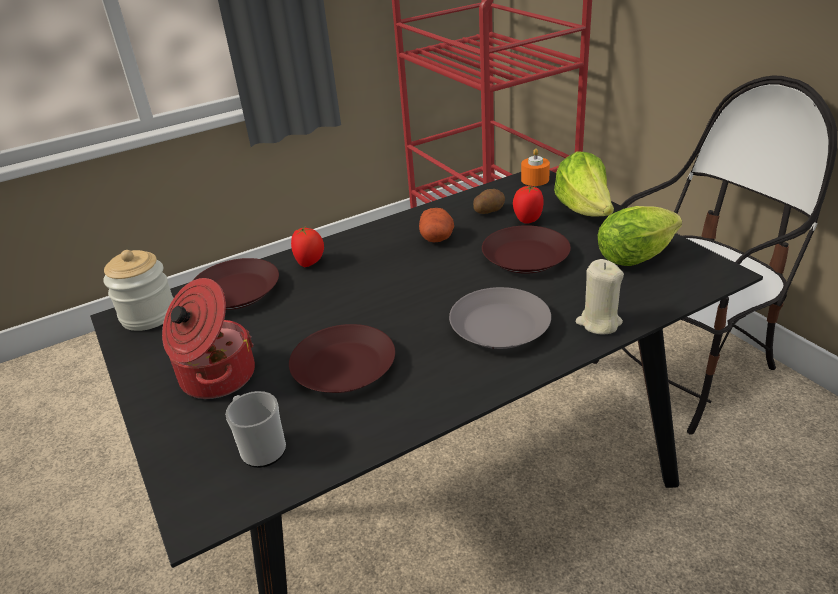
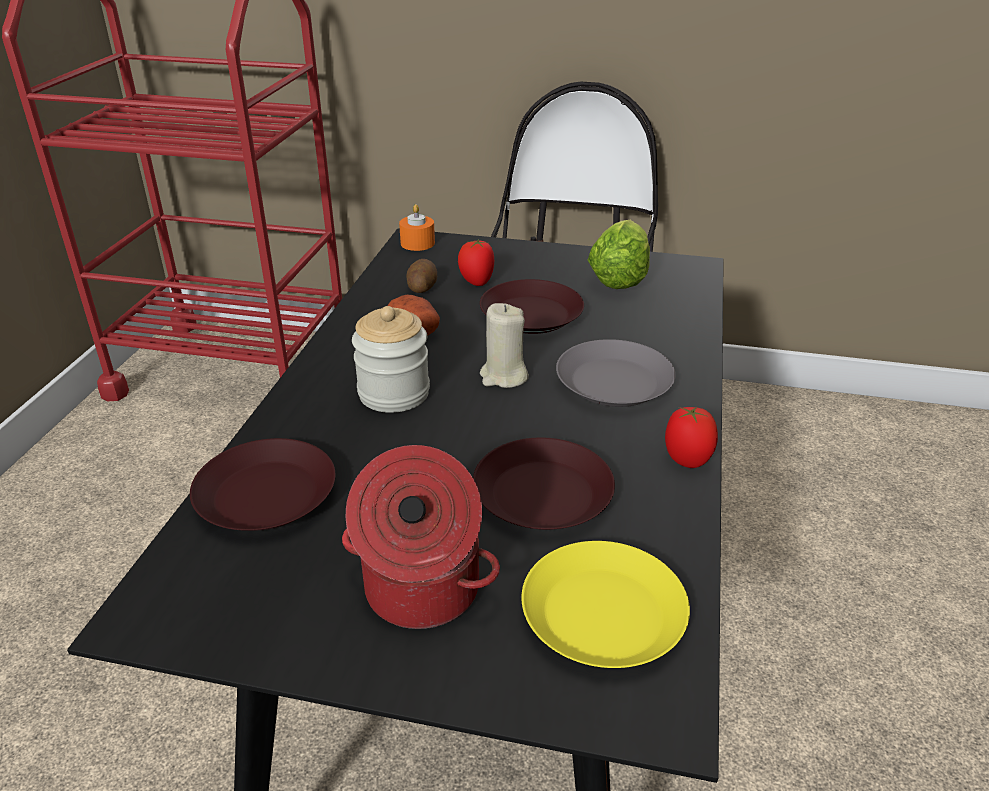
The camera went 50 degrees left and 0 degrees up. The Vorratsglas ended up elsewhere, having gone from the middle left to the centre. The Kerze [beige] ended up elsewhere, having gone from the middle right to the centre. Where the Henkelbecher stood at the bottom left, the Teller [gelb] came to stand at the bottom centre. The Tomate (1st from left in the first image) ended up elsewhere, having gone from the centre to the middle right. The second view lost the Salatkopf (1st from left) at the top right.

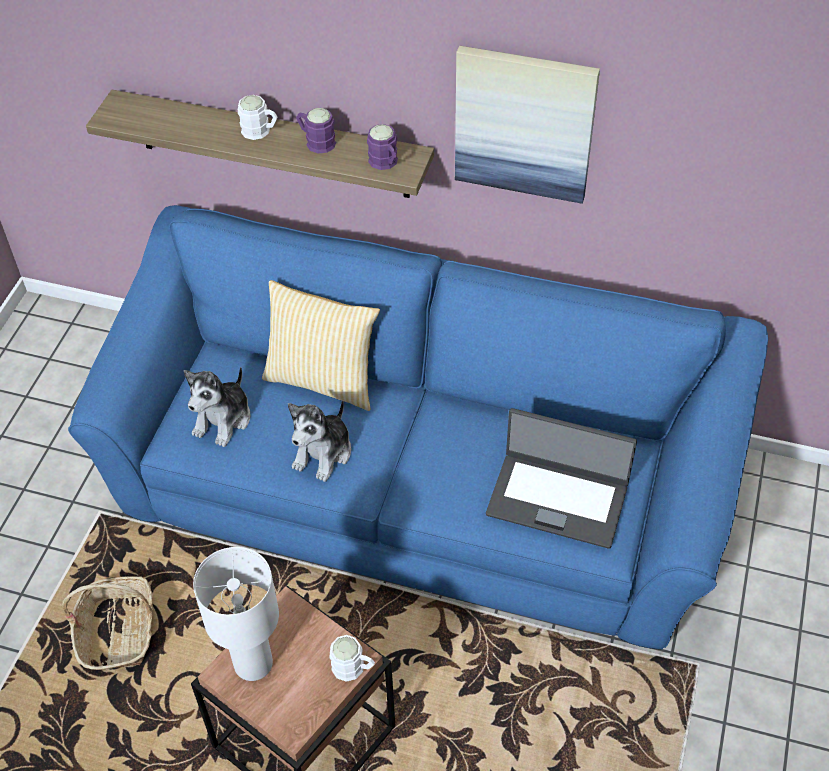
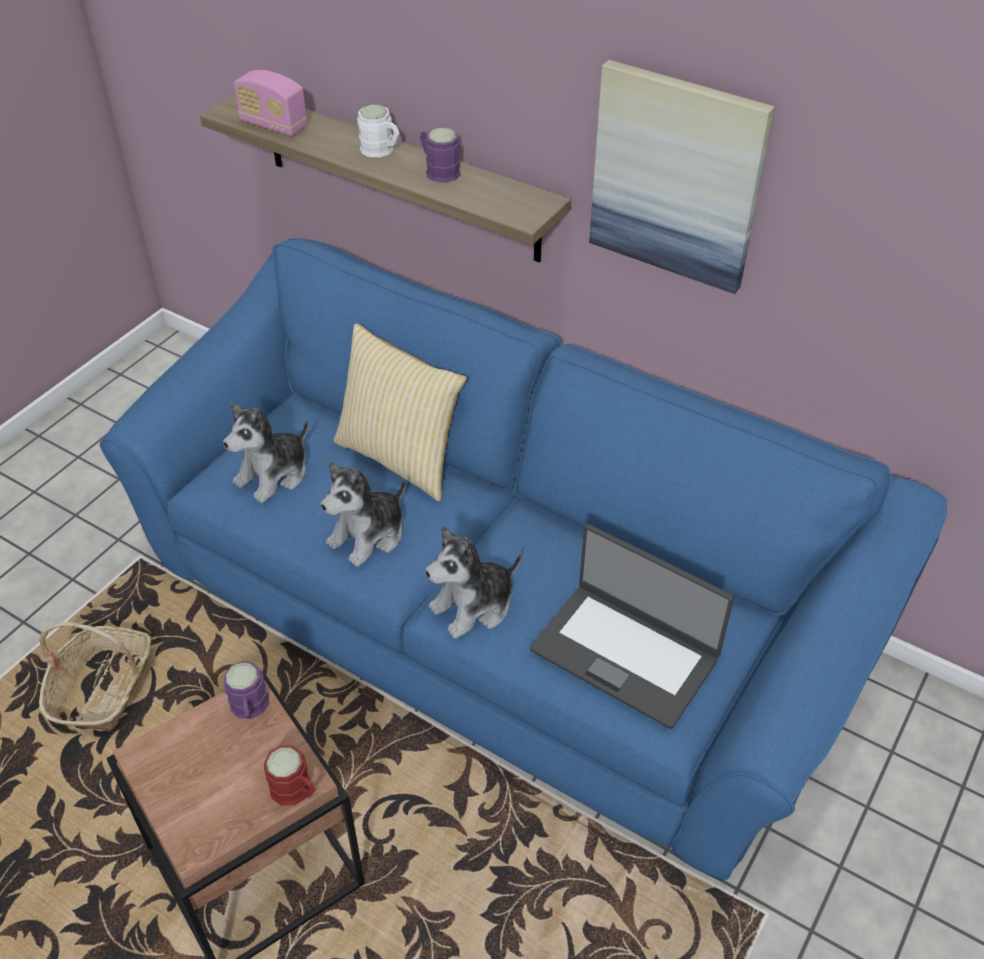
The camera went 15 degrees right and 5 degrees down. The Henkelbecher [lila] (2nd from left in the first image) ended up elsewhere, having gone from the top centre to the bottom left. The second view gained the Radio at the top left. What was the Henkelbecher [weiß] (2nd from left) at the bottom centre turned into the Henkelbecher [rot] at the bottom left. The second view gained the Plüschtier (3rd from left) at the centre. The second view lost the Tischlampe [weiß] at the bottom left.

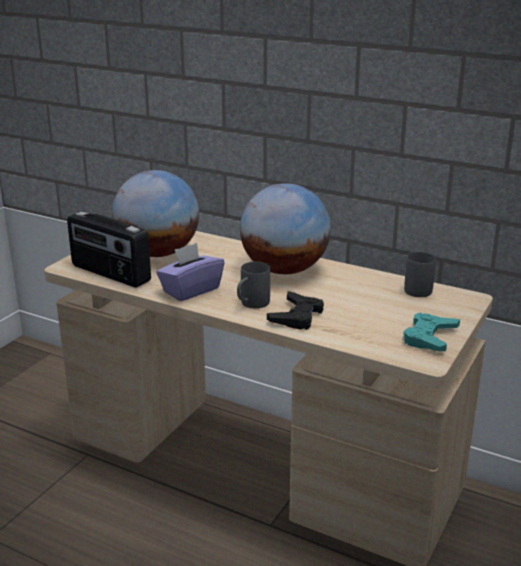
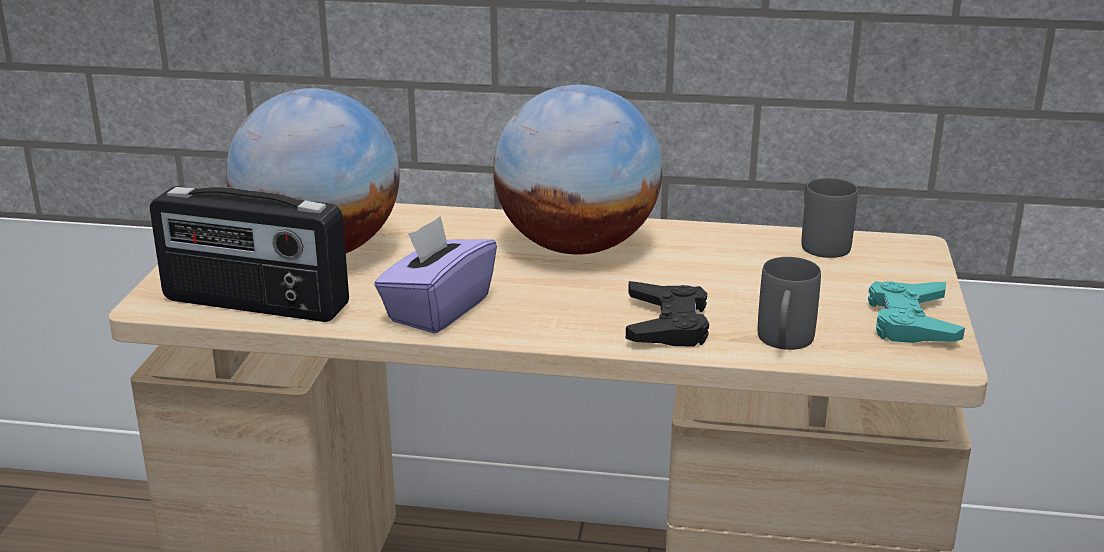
The camera went 20 degrees left and 0 degrees up. The Henkelbecher [grau] (1st from left) ended up elsewhere, having gone from the centre to the middle right.

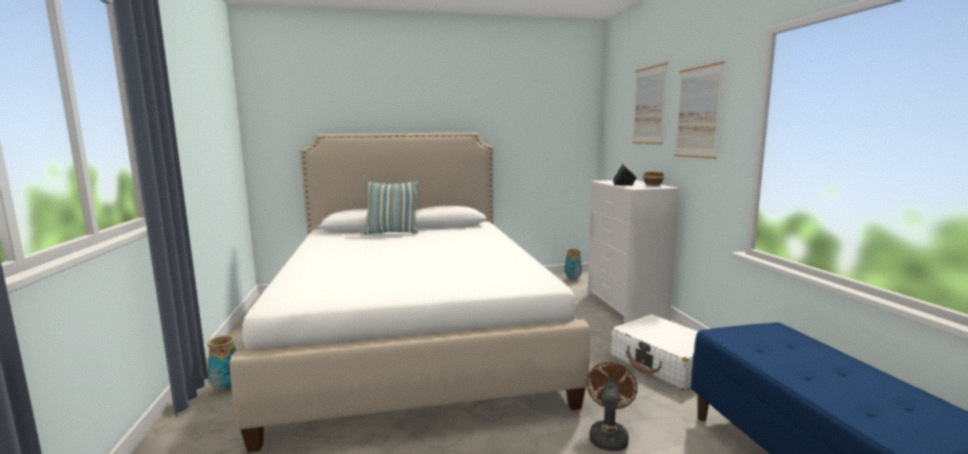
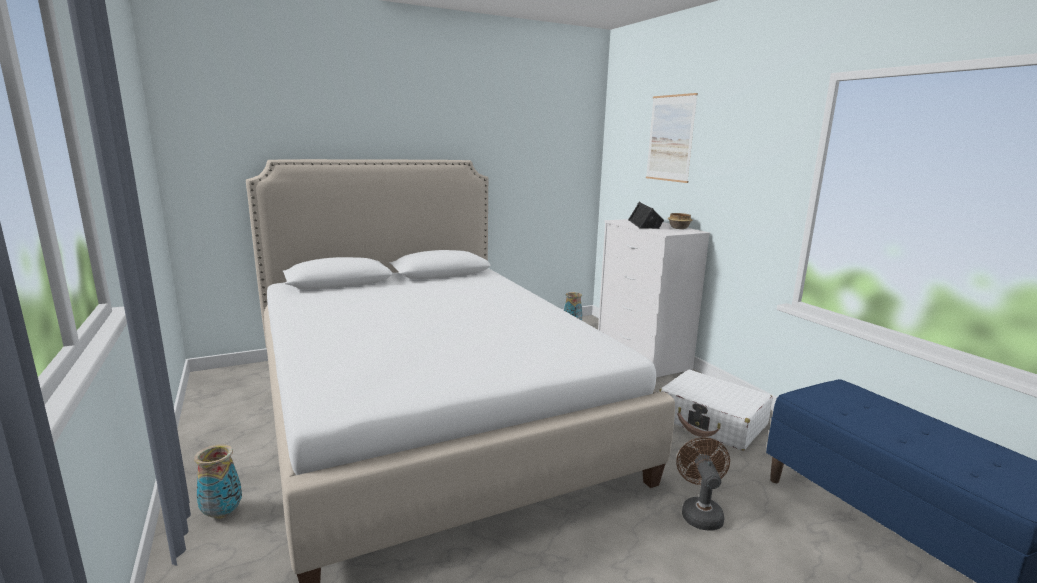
The camera went 15 degrees left and 5 degrees up. The second view lost the Kissen at the centre. The second view lost the Bild (2nd from left) at the top right.

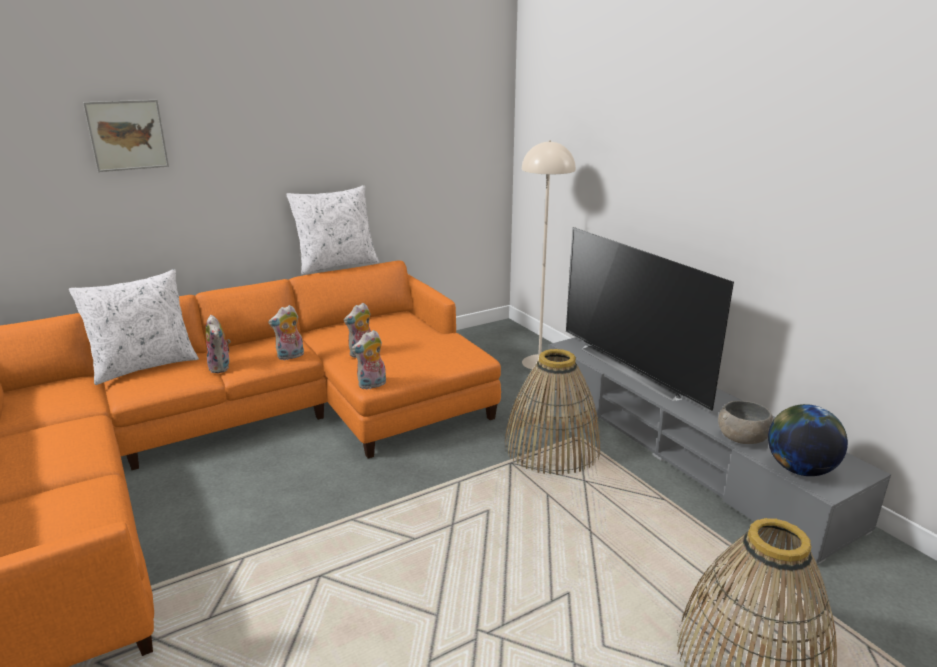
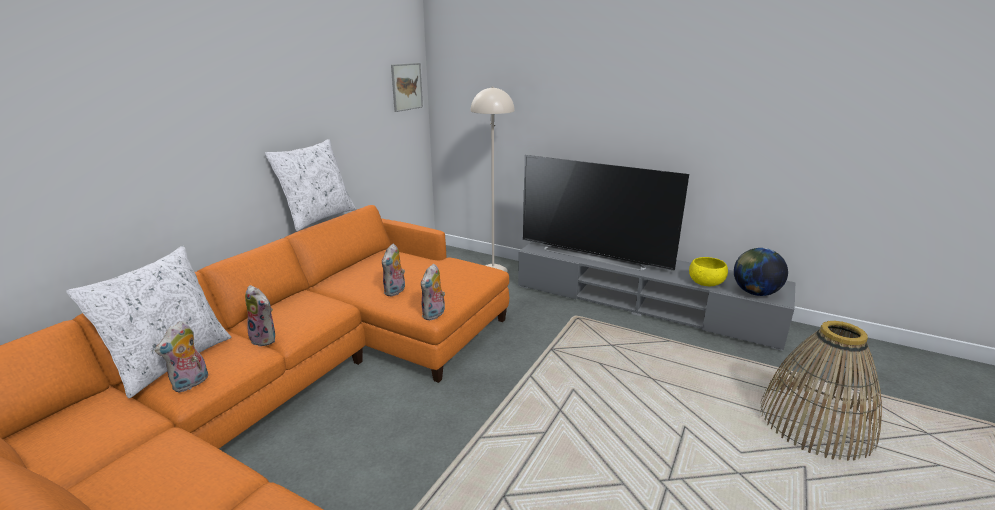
The camera went 30 degrees left and 0 degrees up. The Plüschtier (2nd from left in the first image) ended up elsewhere, having gone from the middle left to the bottom left. The Bild ended up elsewhere, having gone from the top left to the top centre. What was the Schüssel [grau] at the middle right turned into the Schüssel [gelb] at the middle right. The second view lost the Korb (1st from left) at the centre.

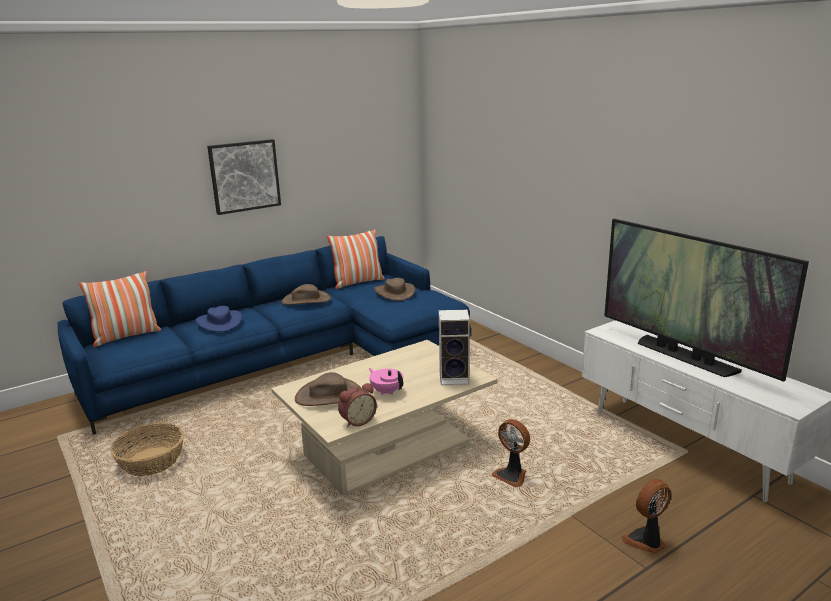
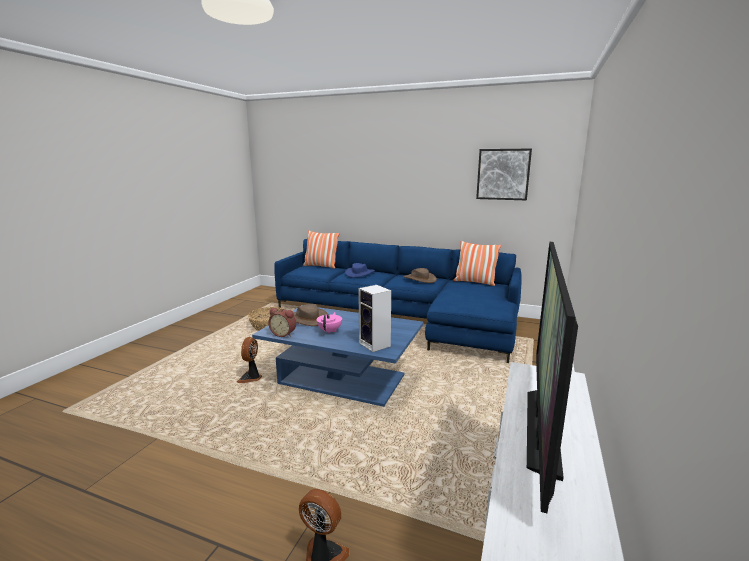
The camera went 55 degrees right and 5 degrees down. The Ventilator (1st from left) ended up elsewhere, having gone from the bottom centre to the middle left. What was the Couchtisch [beige] at the bottom centre turned into the Couchtisch [blau] at the centre. The Bild ended up elsewhere, having gone from the top left to the top right. The second view lost the Hut [braun] (3rd from left) at the centre.

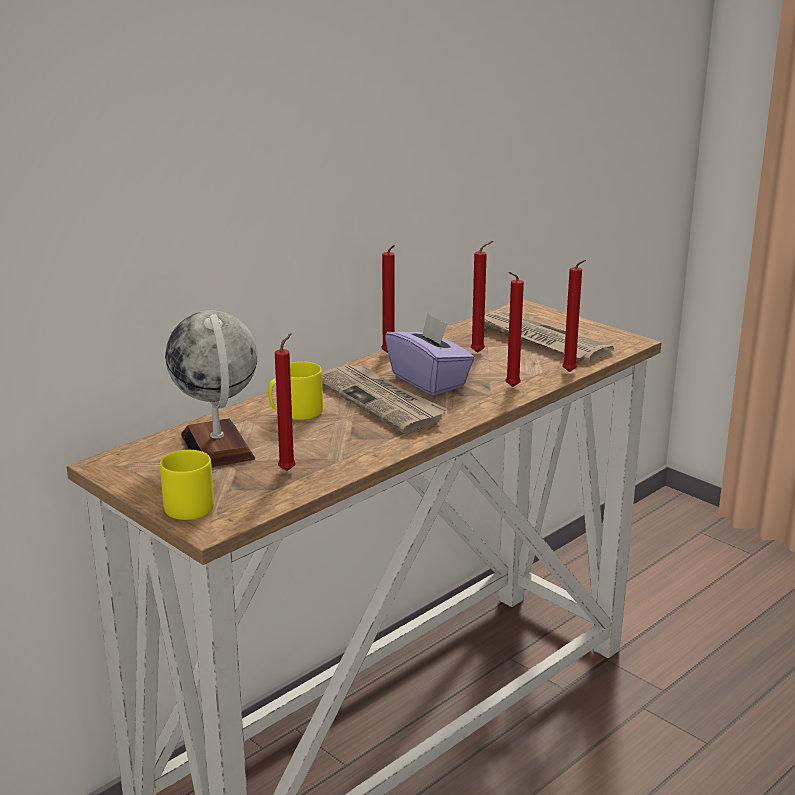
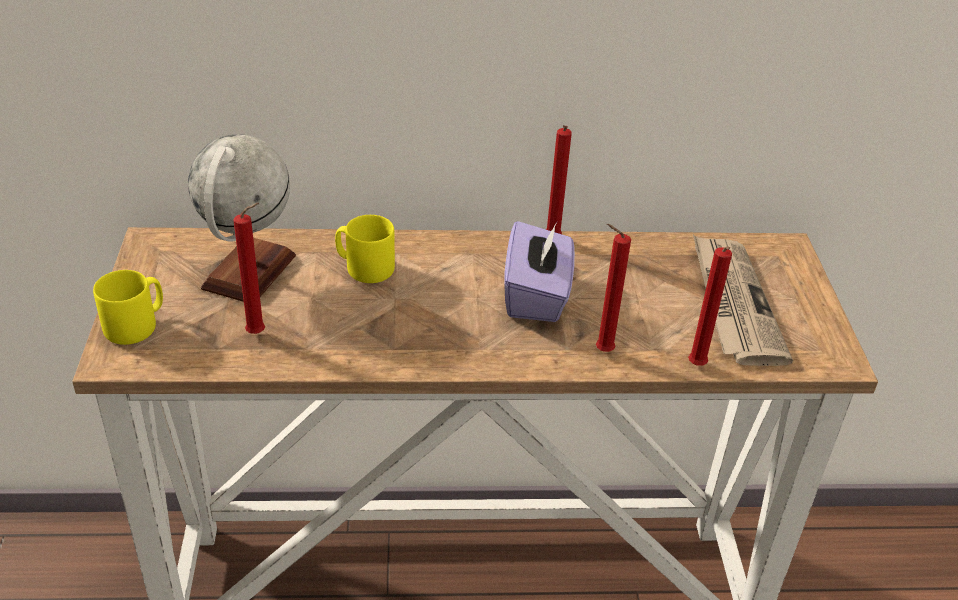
The camera went 40 degrees right and 15 degrees up. The second view lost the Zeitung (1st from left) at the centre. The second view lost the Kerze [rot] (3rd from left) at the centre.

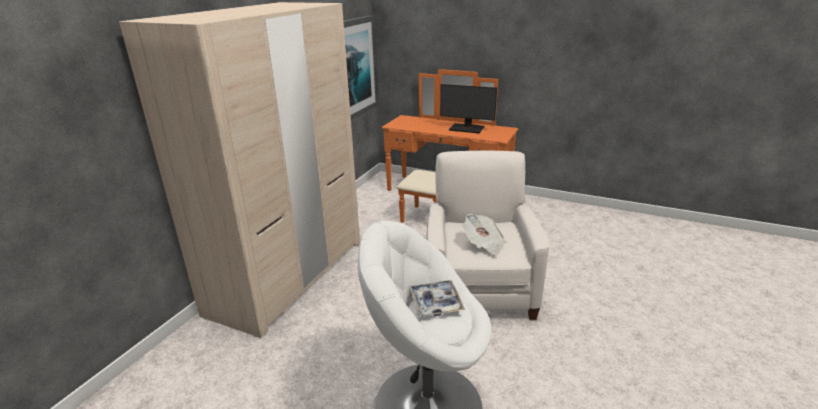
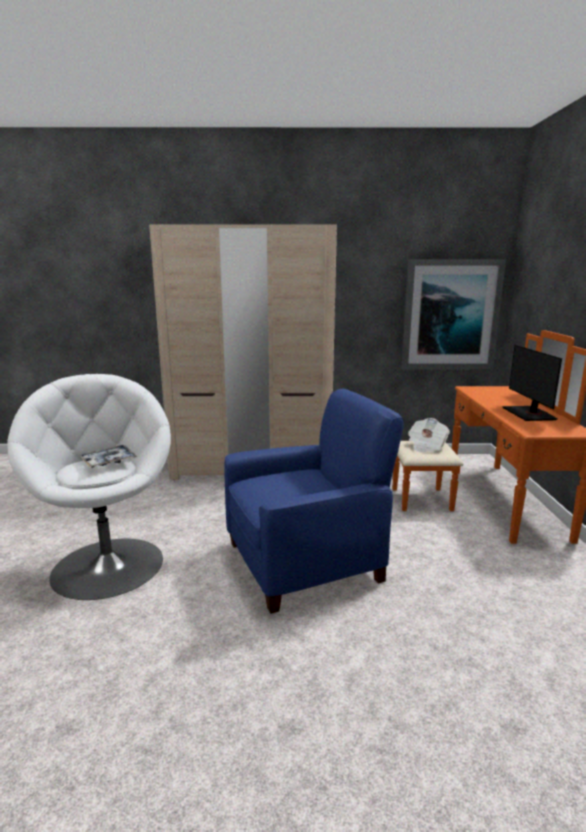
The camera went 65 degrees right and 10 degrees down. What was the Sessel [weiß] (2nd from left) at the centre turned into the Sessel [blau] at the centre. The Zeitung ended up elsewhere, having gone from the centre to the middle right.

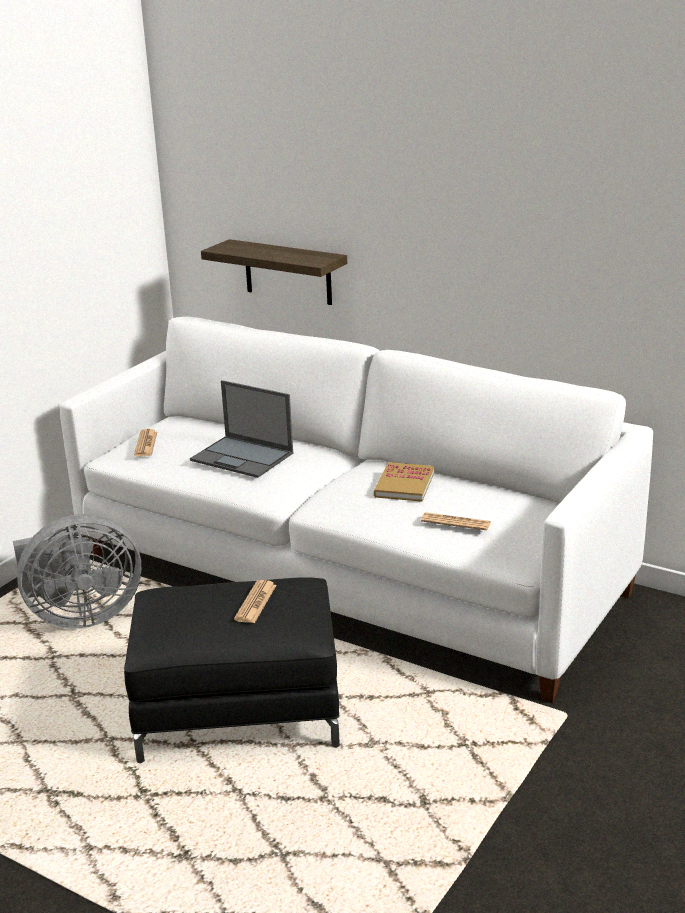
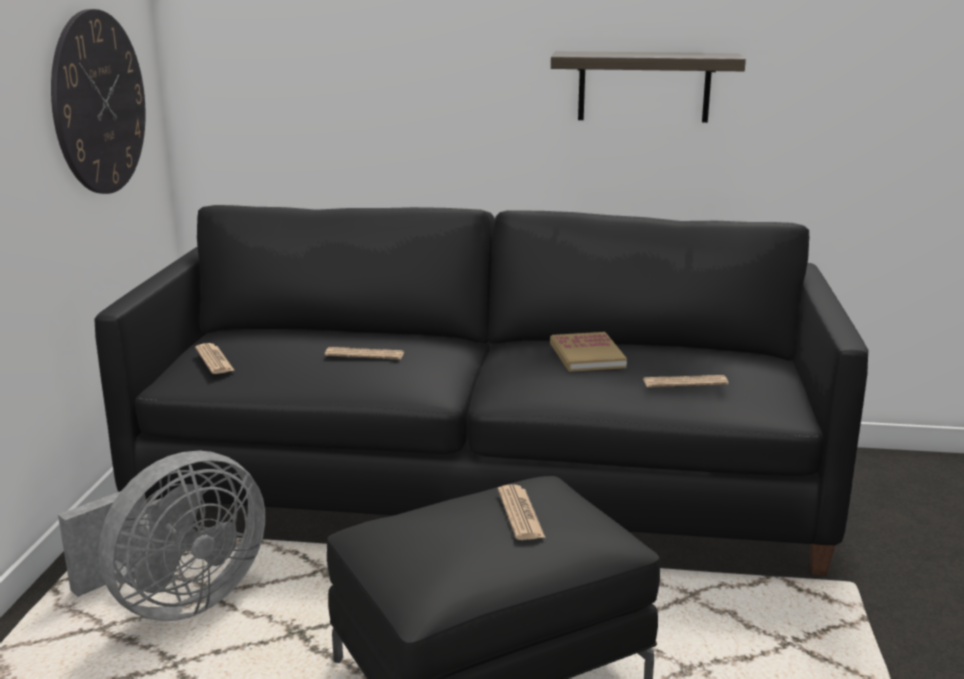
The camera went 25 degrees left and 5 degrees down. The second view gained the Wanduhr at the top left. What was the Sofa [weiß] at the centre turned into the Sofa [schwarz] at the centre. Where the Laptop stood at the centre, the Zeitung (2nd from left) came to stand at the centre. The Wandregal ended up elsewhere, having gone from the top centre to the top right.

